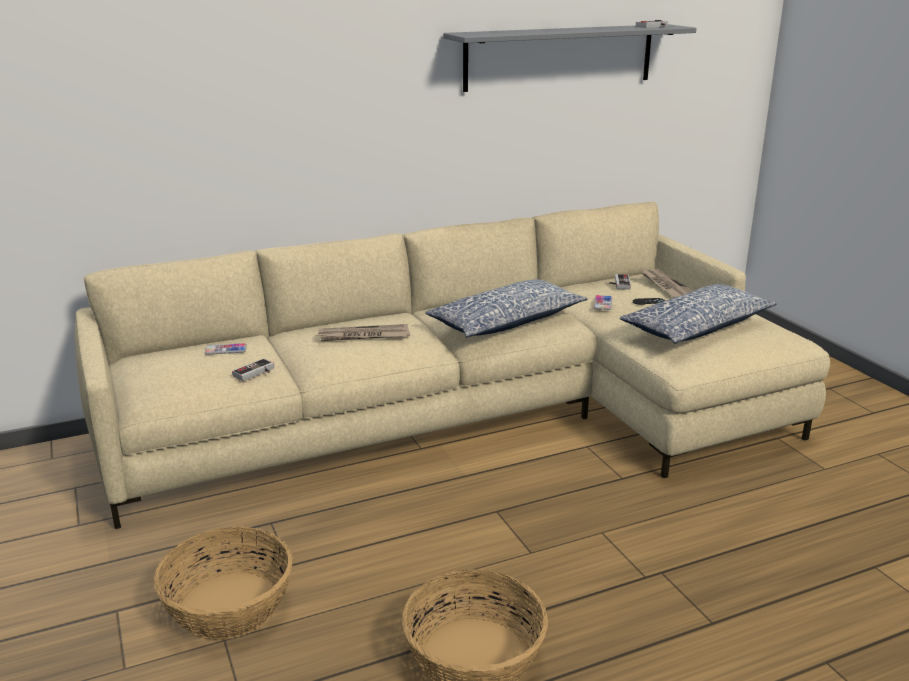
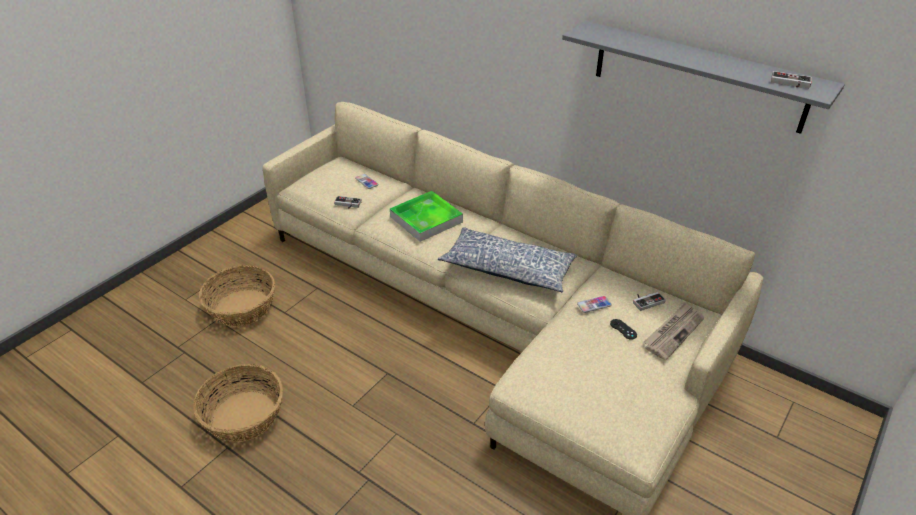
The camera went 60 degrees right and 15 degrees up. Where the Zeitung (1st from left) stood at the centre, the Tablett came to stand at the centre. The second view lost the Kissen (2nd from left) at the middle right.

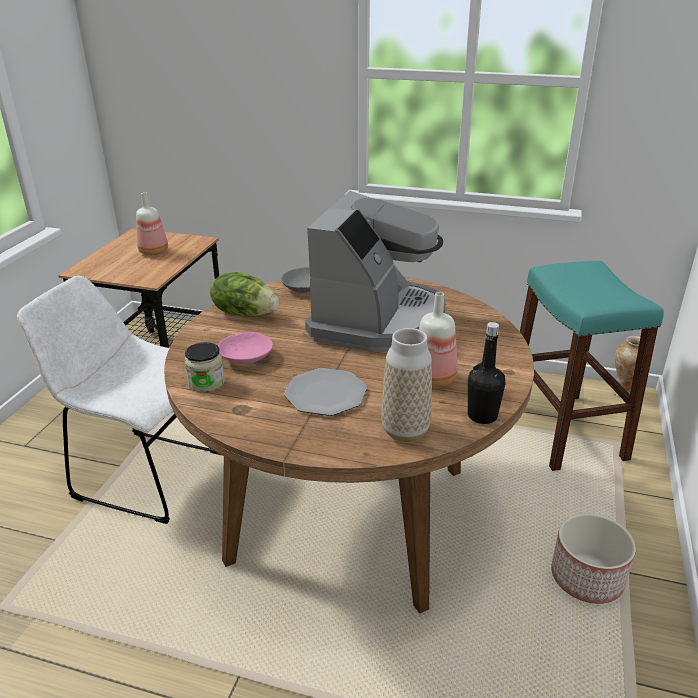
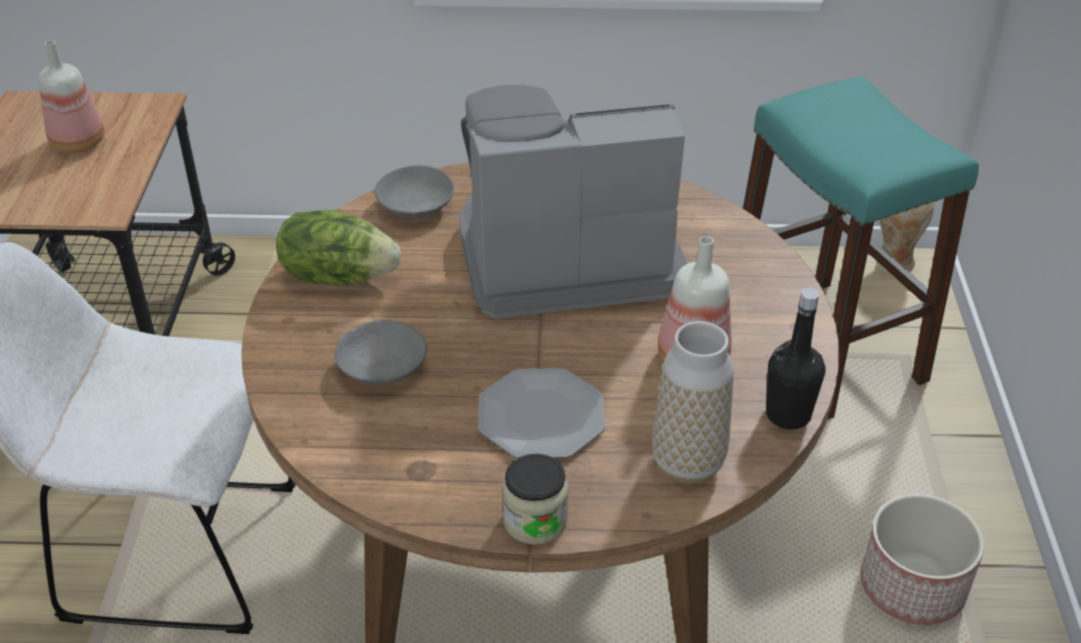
The camera went 15 degrees left and 10 degrees up. What was the Schüssel [rosa] at the centre turned into the Schüssel [grau] (1st from left) at the centre. The Kaffeemaschine at the centre ended up facing another way, 105 degrees counterclockwise from before. The Vorratsglas ended up elsewhere, having gone from the middle left to the bottom centre.

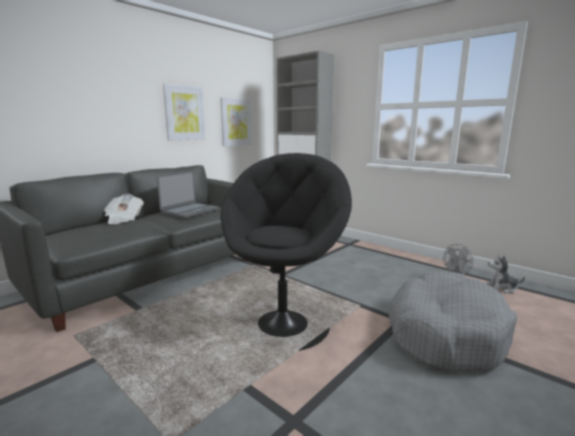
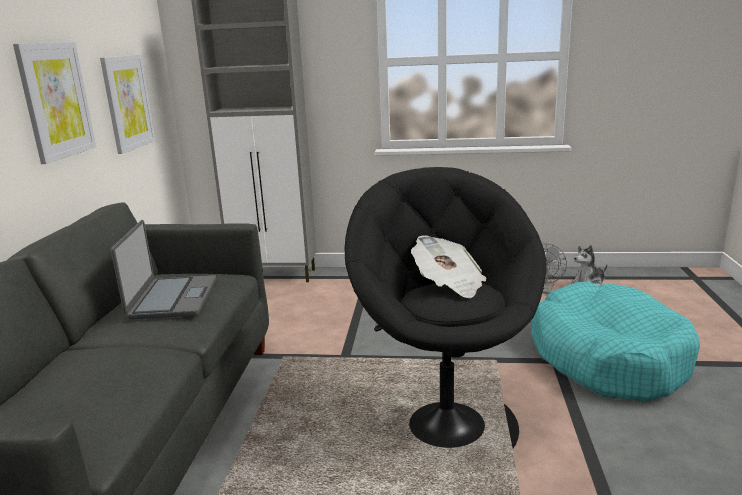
The camera went 35 degrees left and 5 degrees up. The Zeitung ended up elsewhere, having gone from the middle left to the centre. What was the Hundebett [grau] at the bottom right turned into the Hundebett [türkis] at the bottom right.

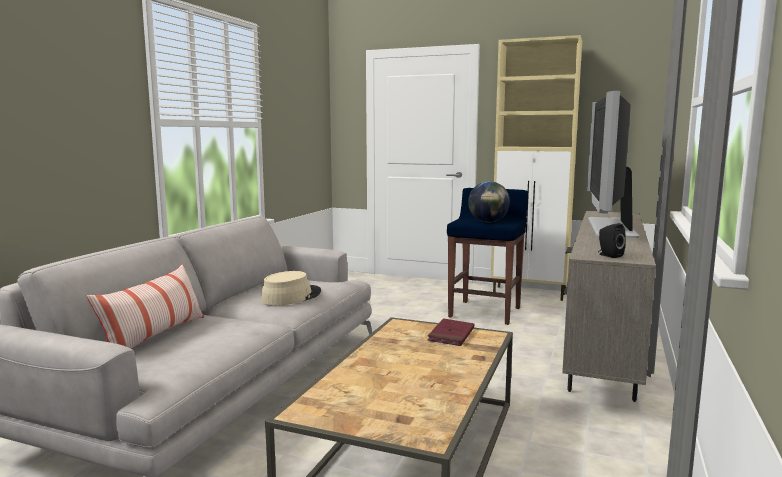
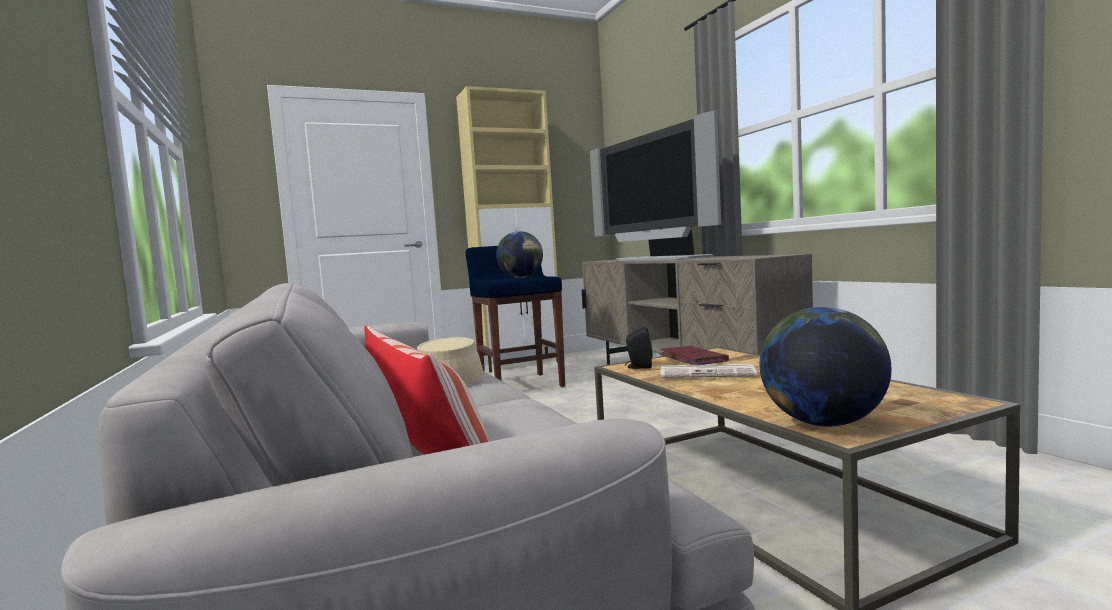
The camera went 45 degrees left and 5 degrees down. The Lautsprecher [schwarz] ended up elsewhere, having gone from the middle right to the centre. The second view gained the Zeitung at the centre. The second view gained the Globus (2nd from left) at the middle right.

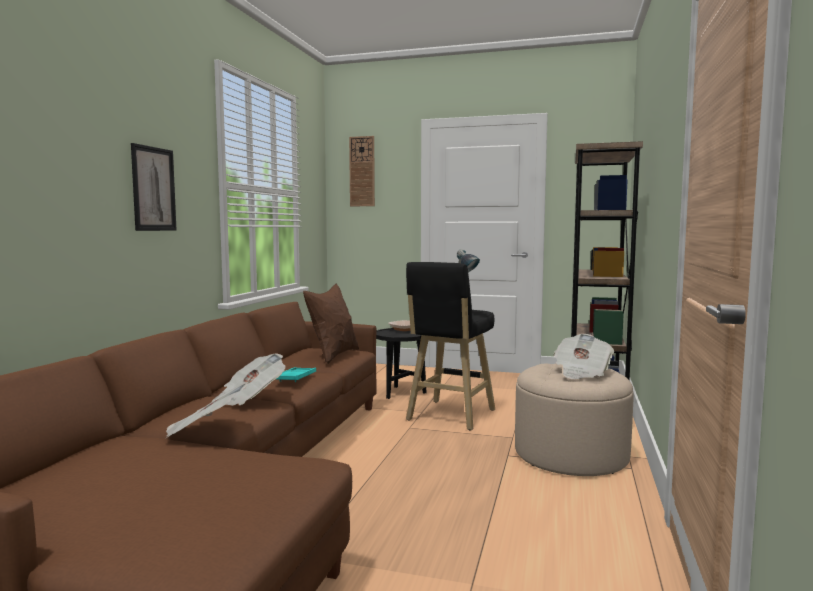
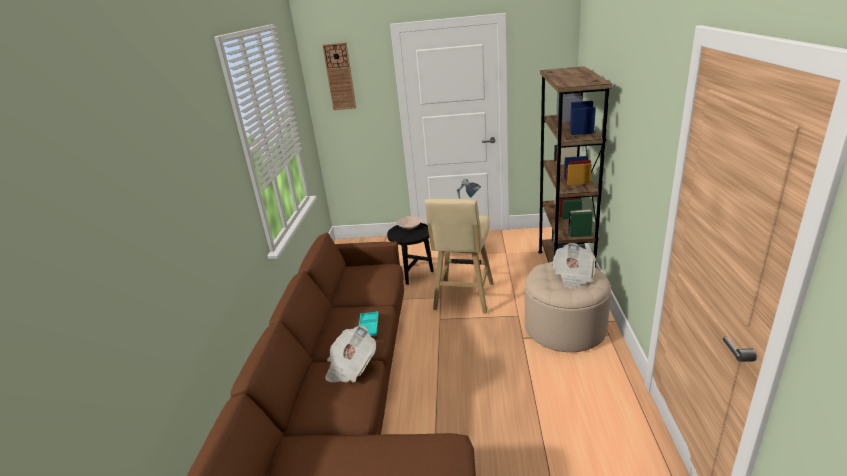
The camera went 10 degrees left and 20 degrees up. What was the Hocker [schwarz] at the centre turned into the Hocker [beige] at the centre. The second view lost the Bild at the top left. The second view lost the Zeitung (1st from left) at the bottom left. The second view lost the Kissen [braun] at the centre.

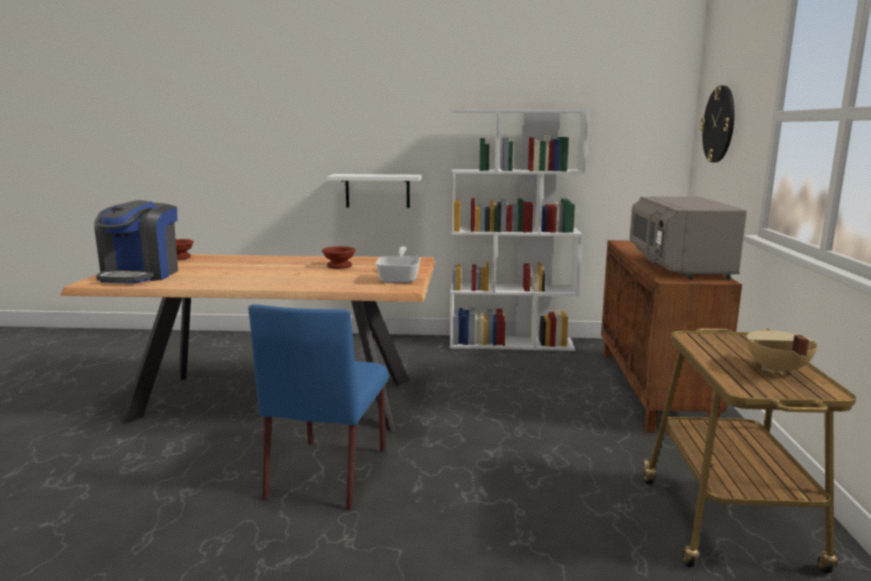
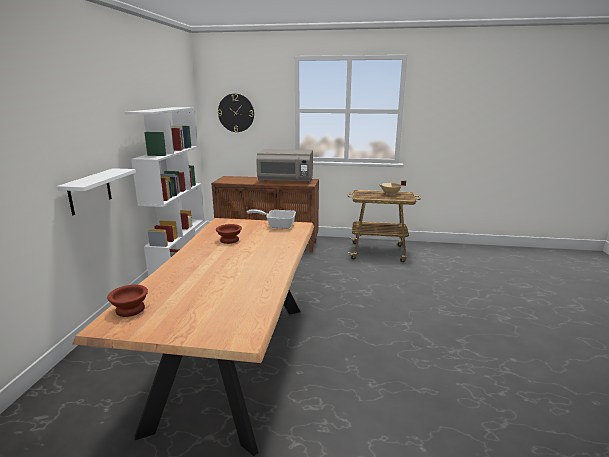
The camera went 85 degrees left and 5 degrees up. The second view lost the Kaffeemaschine at the middle left. The second view lost the Stuhl [blau] at the bottom centre.

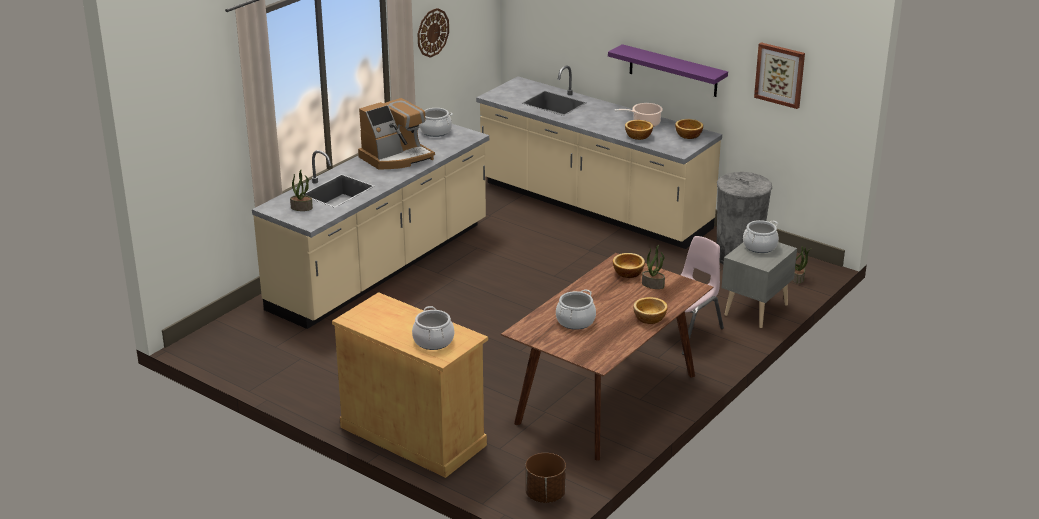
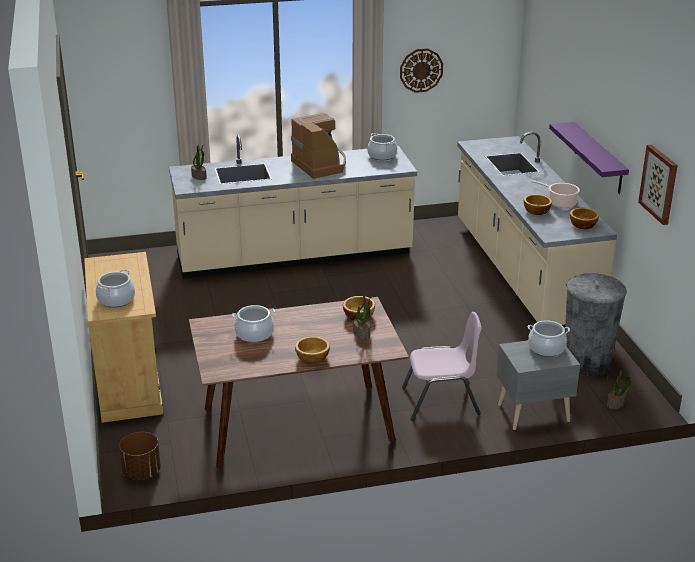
The camera went 40 degrees right and 0 degrees up. The Kaffeemaschine at the top centre ended up facing another way, 120 degrees counterclockwise from before.

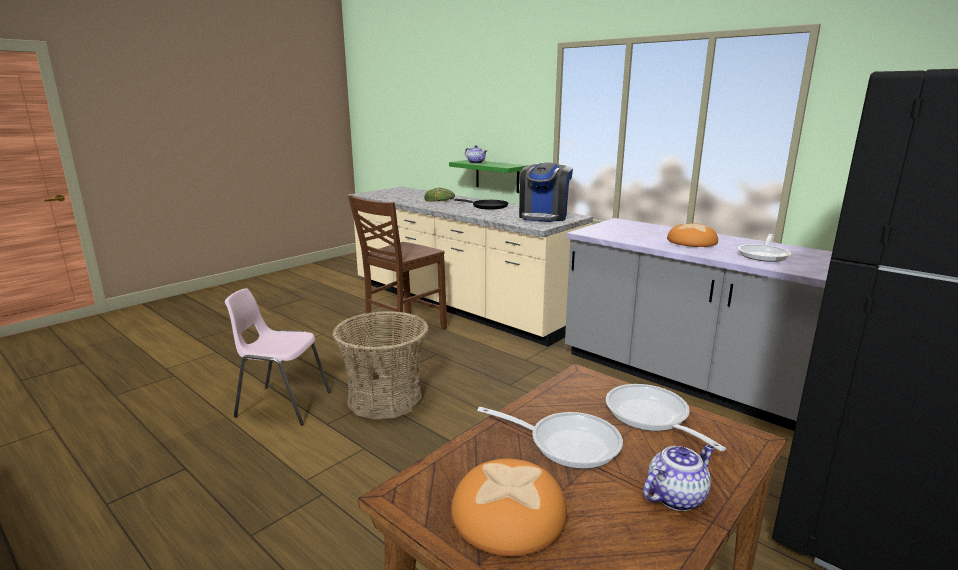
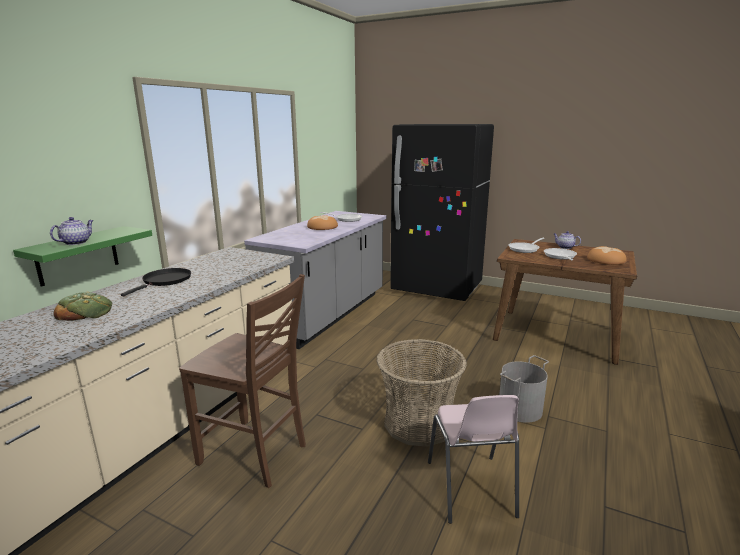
The camera went 105 degrees left and 0 degrees up. The second view gained the Eimer [grau] at the bottom right. The second view lost the Kaffeemaschine at the centre.

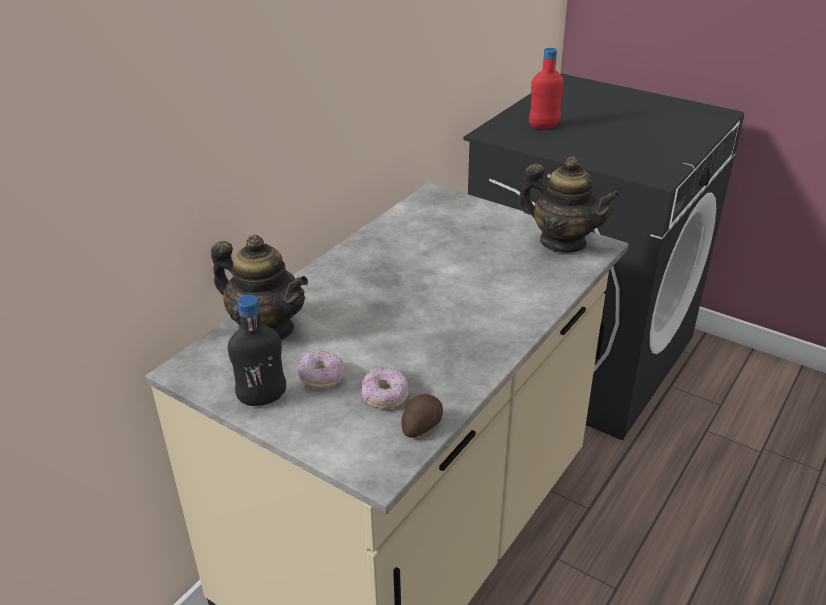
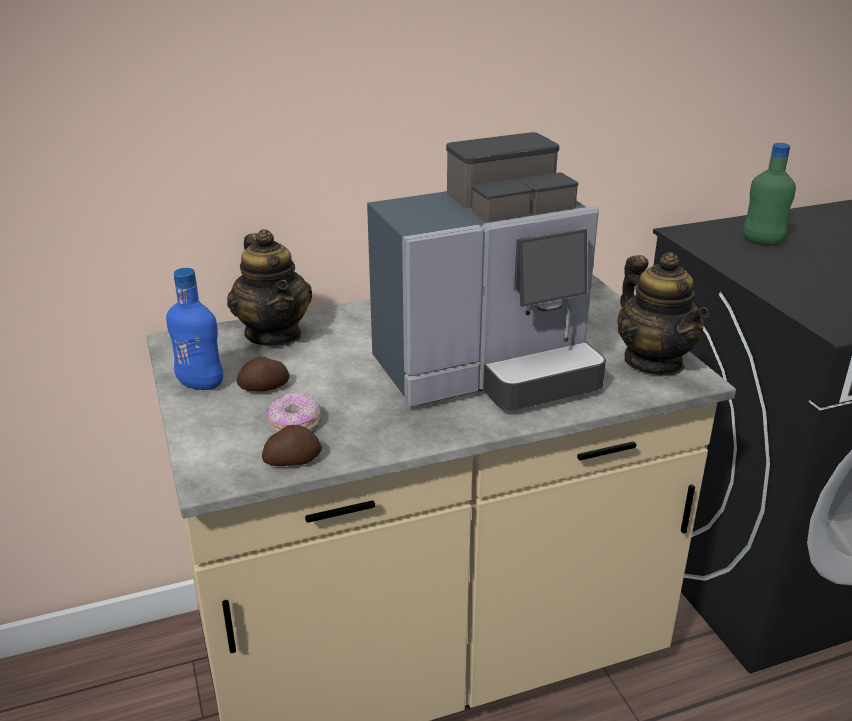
The camera went 35 degrees right and 5 degrees down. What was the Flasche [schwarz] at the middle left turned into the Flasche [blau] at the middle left. Where the Donut (1st from left) stood at the centre, the Kartoffel (1st from left) came to stand at the middle left. The second view gained the Kaffeemaschine at the centre. What was the Flasche [rot] at the top centre turned into the Flasche [grün] at the top right.

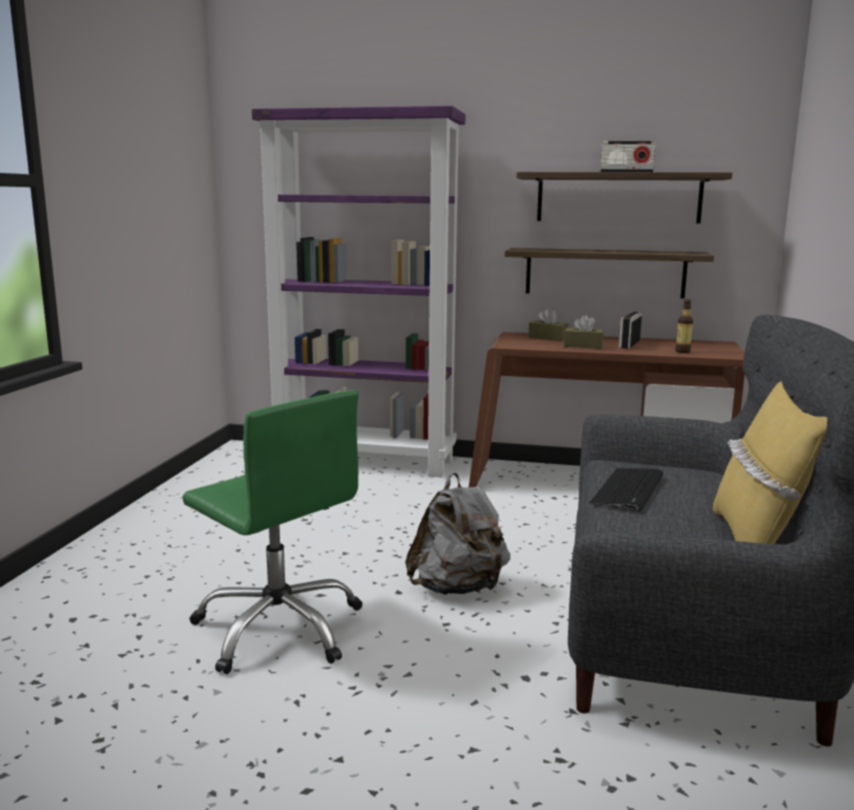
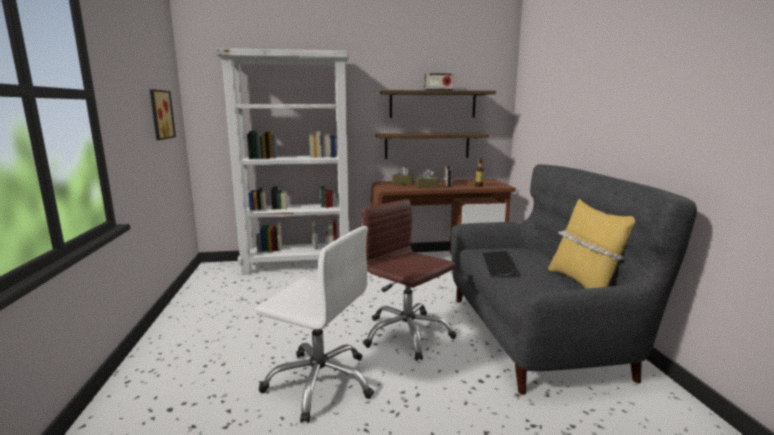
The camera went 20 degrees left and 0 degrees up. The second view gained the Bild at the top left. What was the Bücherregal [lila] at the centre turned into the Bücherregal [weiß] at the centre. What was the Bürostuhl [grün] at the middle left turned into the Bürostuhl [weiß] at the bottom centre. Where the Rucksack [grau] stood at the centre, the Bürostuhl [braun] came to stand at the centre.

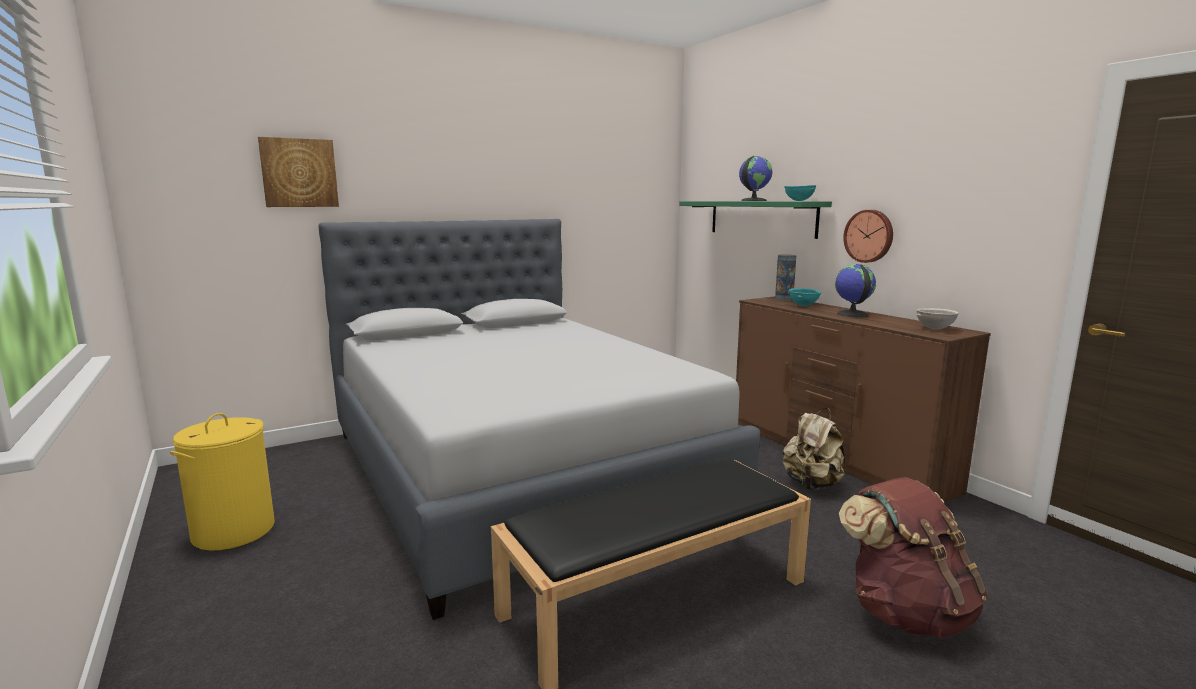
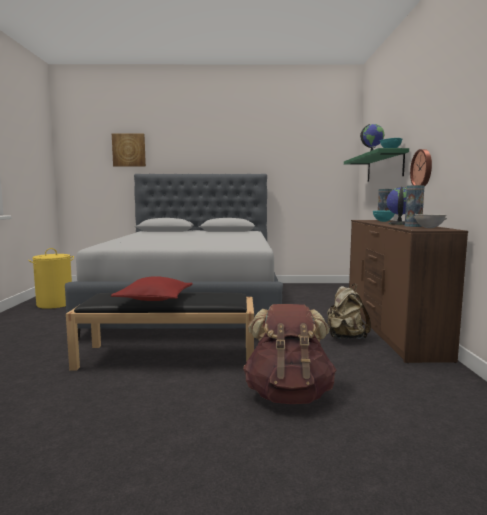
The camera went 30 degrees right and 5 degrees down. The second view gained the Kissen [rot] at the middle left. The second view gained the Vase (2nd from left) at the middle right.

